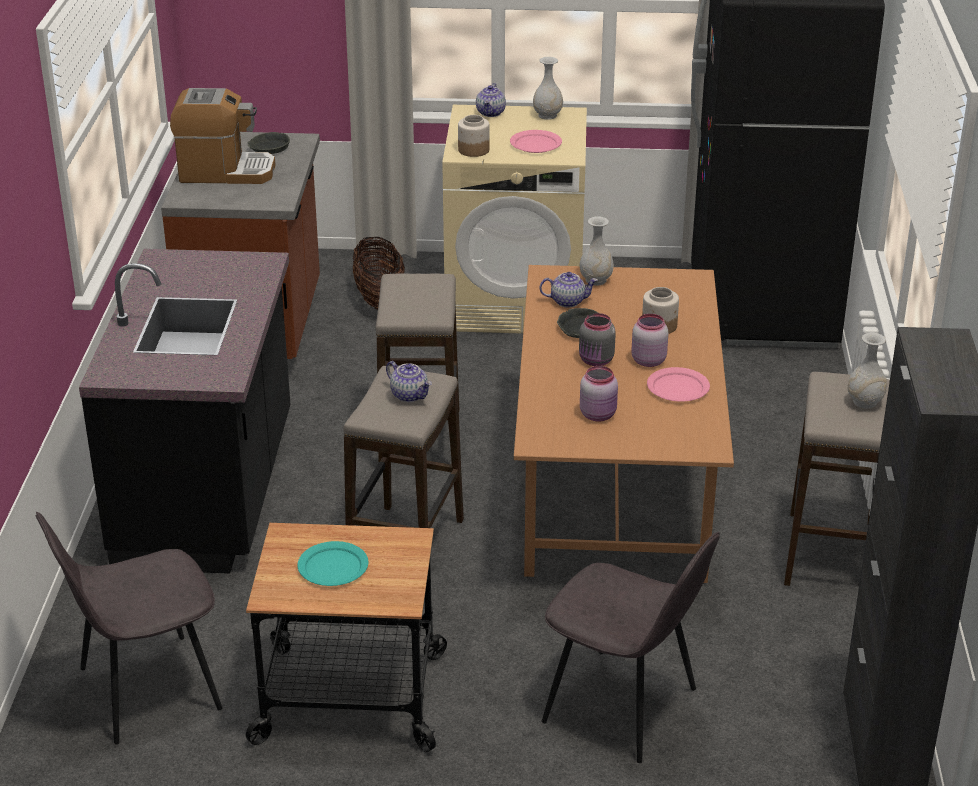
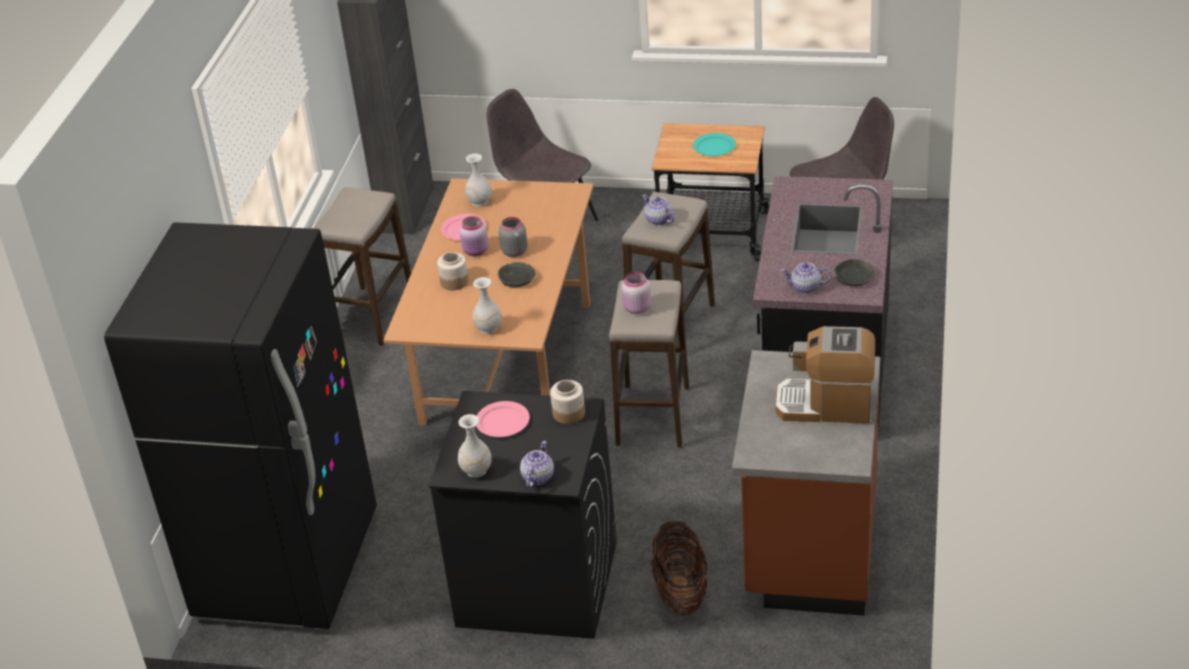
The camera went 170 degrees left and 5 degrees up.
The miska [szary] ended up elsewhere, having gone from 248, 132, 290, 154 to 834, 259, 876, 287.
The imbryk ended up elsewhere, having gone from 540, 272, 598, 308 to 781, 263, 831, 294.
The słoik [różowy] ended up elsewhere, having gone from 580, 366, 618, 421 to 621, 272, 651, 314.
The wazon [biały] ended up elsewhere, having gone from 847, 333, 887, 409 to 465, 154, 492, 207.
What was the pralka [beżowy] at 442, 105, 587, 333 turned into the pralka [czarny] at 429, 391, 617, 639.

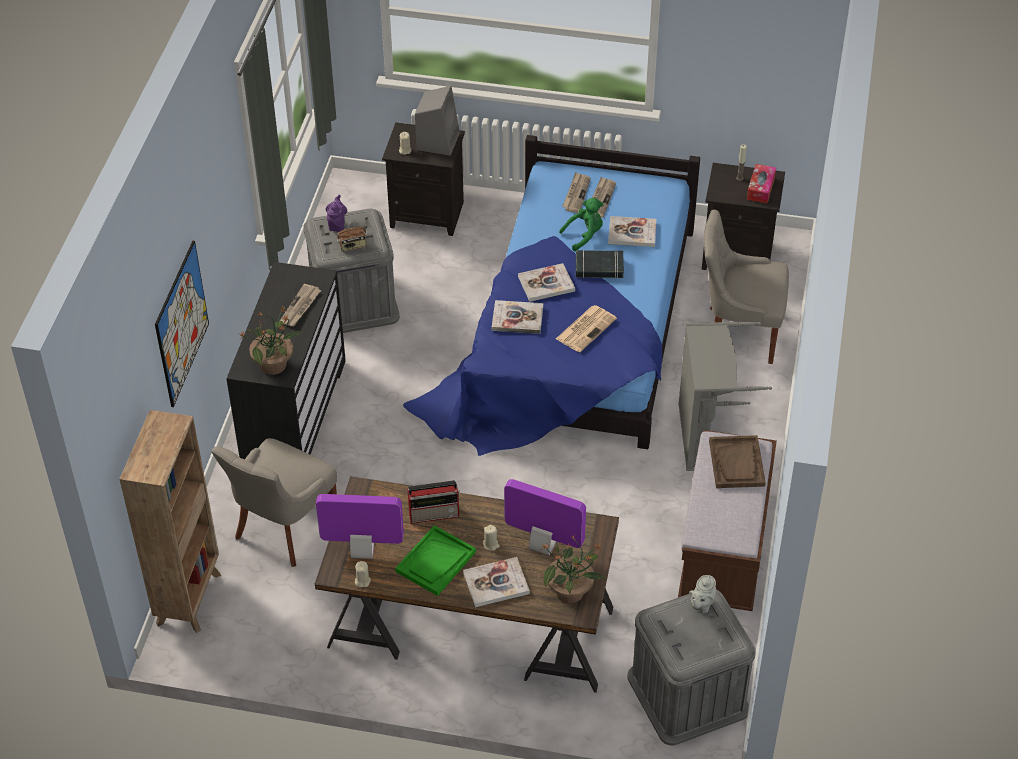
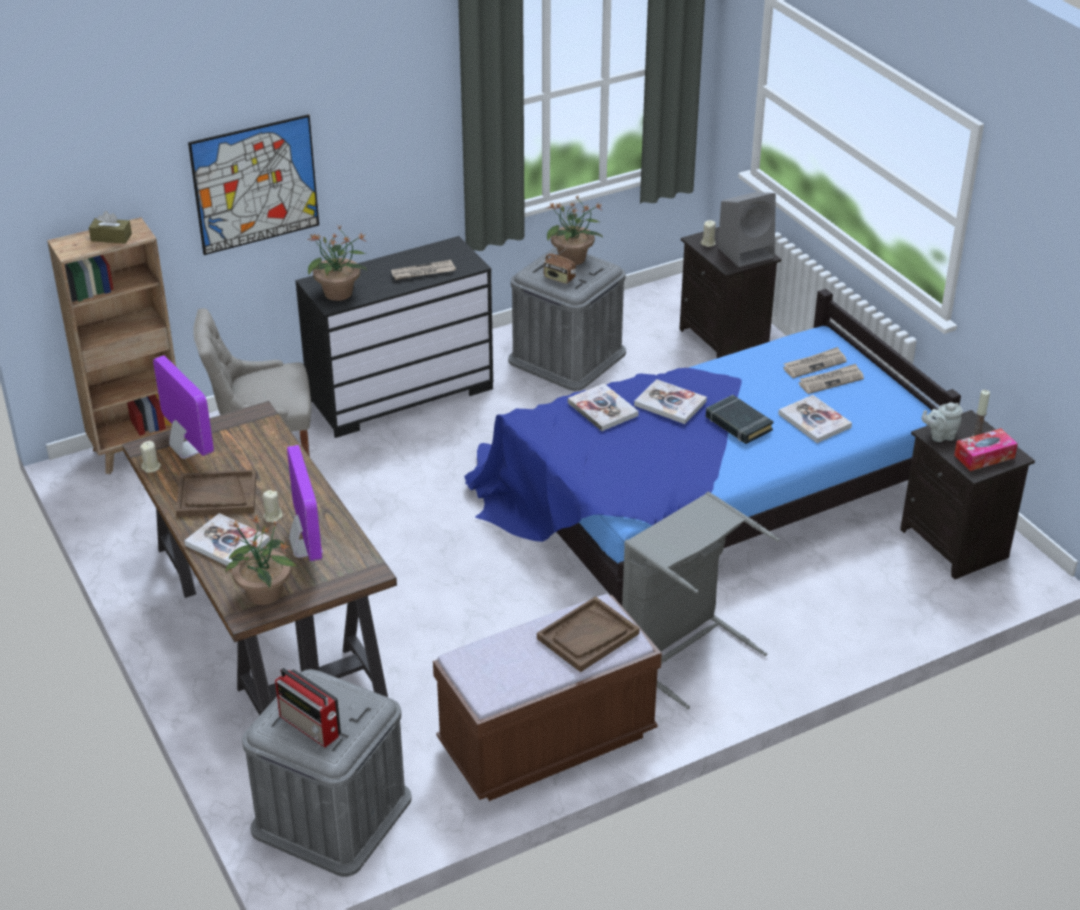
The camera went 50 degrees right and 10 degrees down.
The second view lost the gazeta at 556, 305, 617, 352.
The second view lost the pluszak [zielony] at 559, 198, 604, 251.
The second view lost the krzesło [szary] at 703, 210, 789, 364.
The second view gained the pudełko chusteczek [brązowy] at 89, 211, 132, 244.
The radio ended up elsewhere, having gone from 407, 480, 460, 524 to 275, 668, 341, 747.
The imbryk [szary] ended up elsewhere, having gone from 689, 575, 716, 614 to 922, 402, 963, 442.
Where the imbryk [fioletowy] stood at 326, 195, 347, 232, the roślina doniczkowa came to stand at 547, 195, 603, 265.
What was the taca [zielony] at 395, 525, 476, 596 turned into the taca [brązowy] at 176, 470, 257, 517.

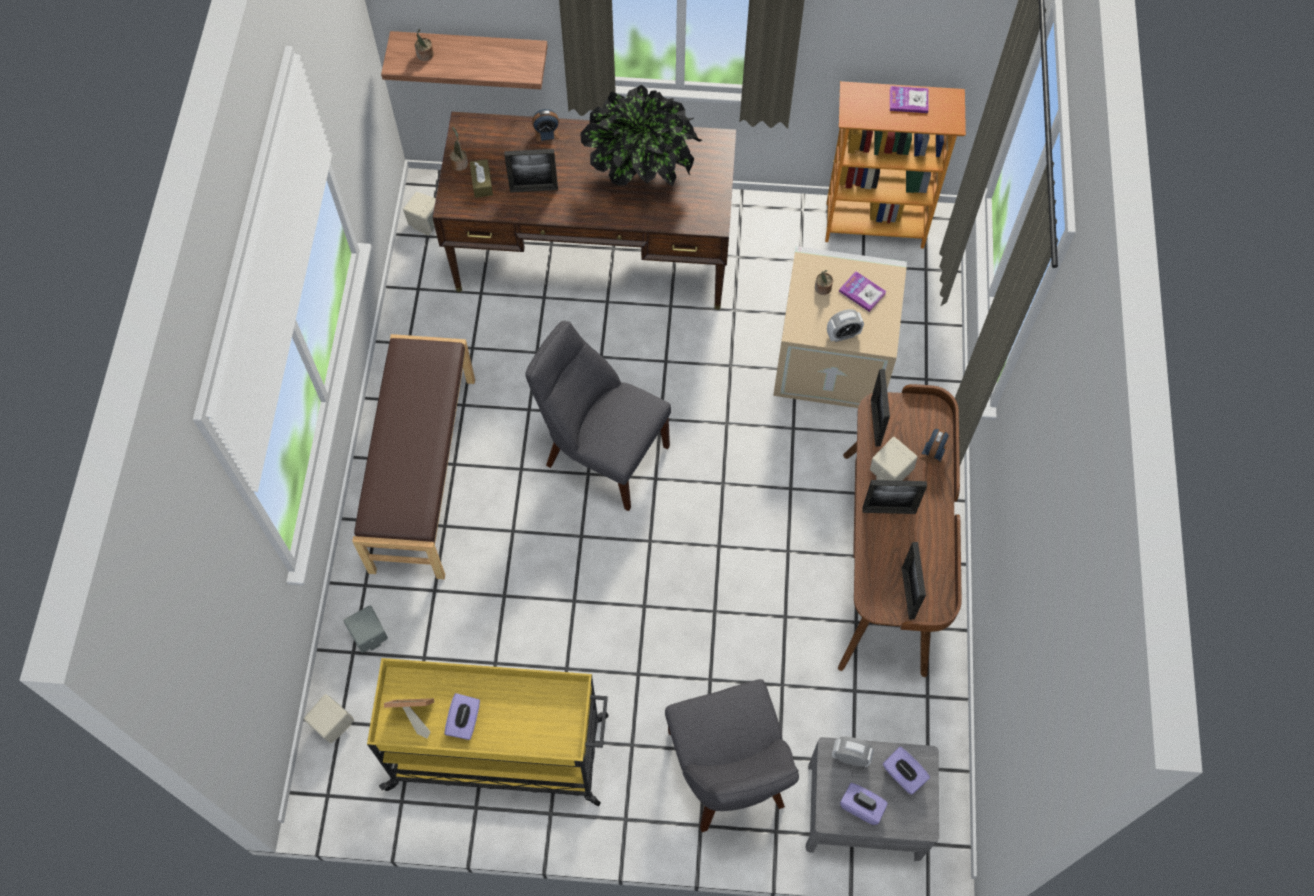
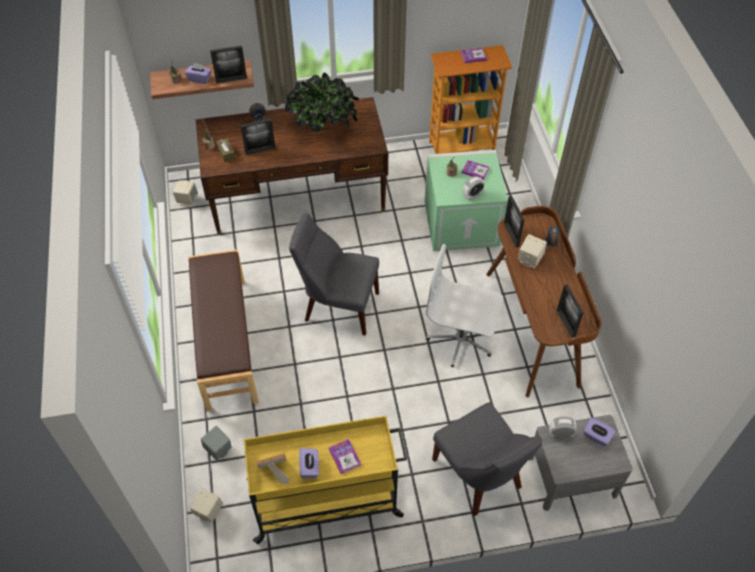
The camera went 15 degrees left and 10 degrees down.
The second view gained the książka at 329, 439, 361, 474.
The second view gained the krzesło biurowe [biały] at 426, 244, 504, 367.
The pudełko chusteczek [fioletowy] ended up elsewhere, having gone from 840, 783, 888, 825 to 185, 62, 211, 84.
The ramka na zdjęcie ended up elsewhere, having gone from 862, 480, 927, 514 to 210, 46, 247, 84.
What was the pojemnik do przechowywania [beżowy] at 773, 246, 907, 408 turned into the pojemnik do przechowywania [zielony] at 424, 150, 508, 251.

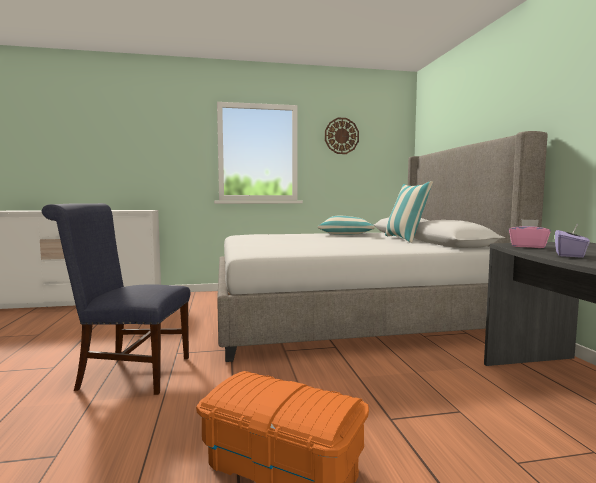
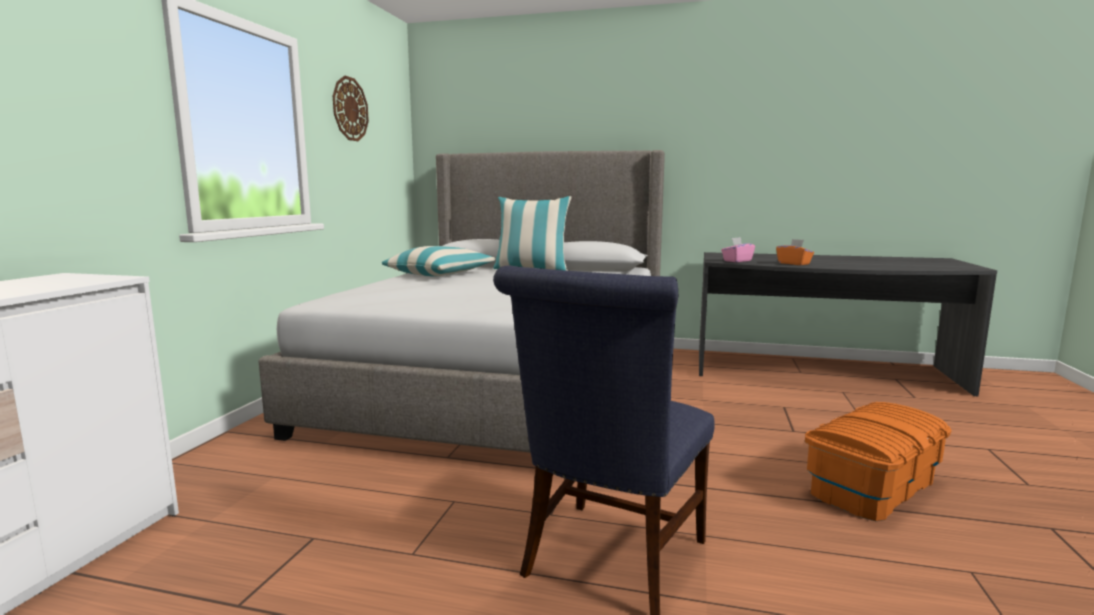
The camera went 65 degrees left and 5 degrees up.
What was the pudełko chusteczek [fioletowy] at 555, 223, 590, 258 turned into the pudełko chusteczek [pomarańczowy] at 776, 239, 814, 265.

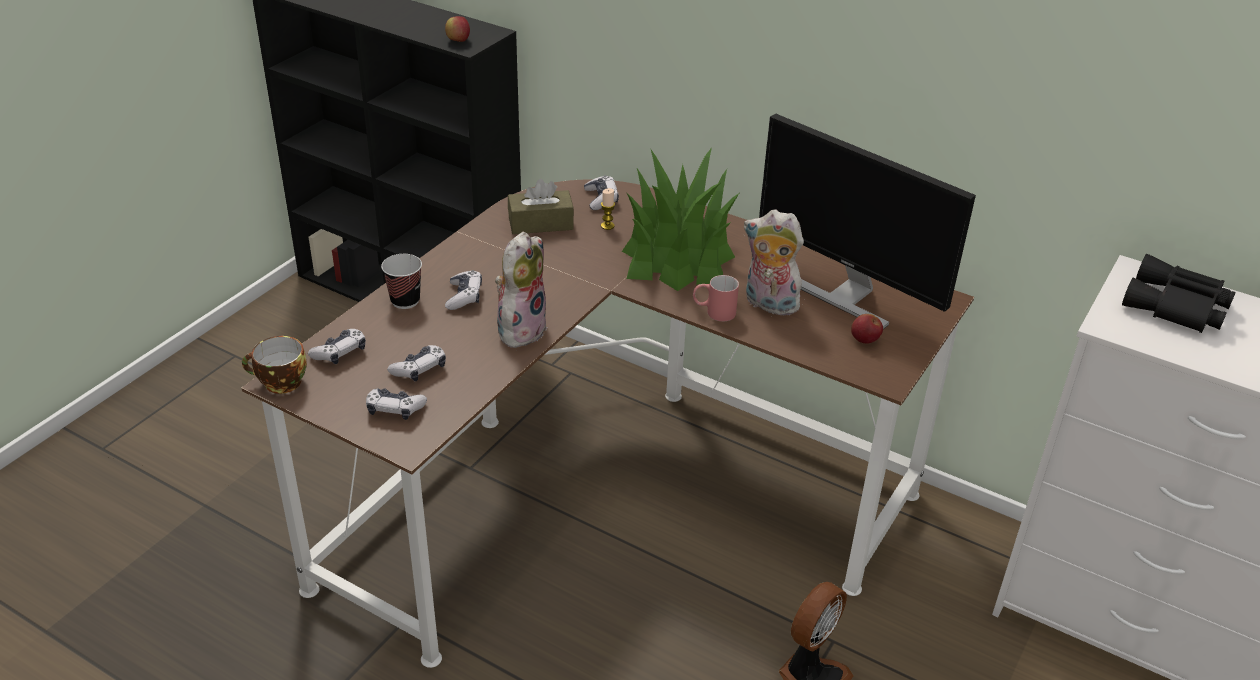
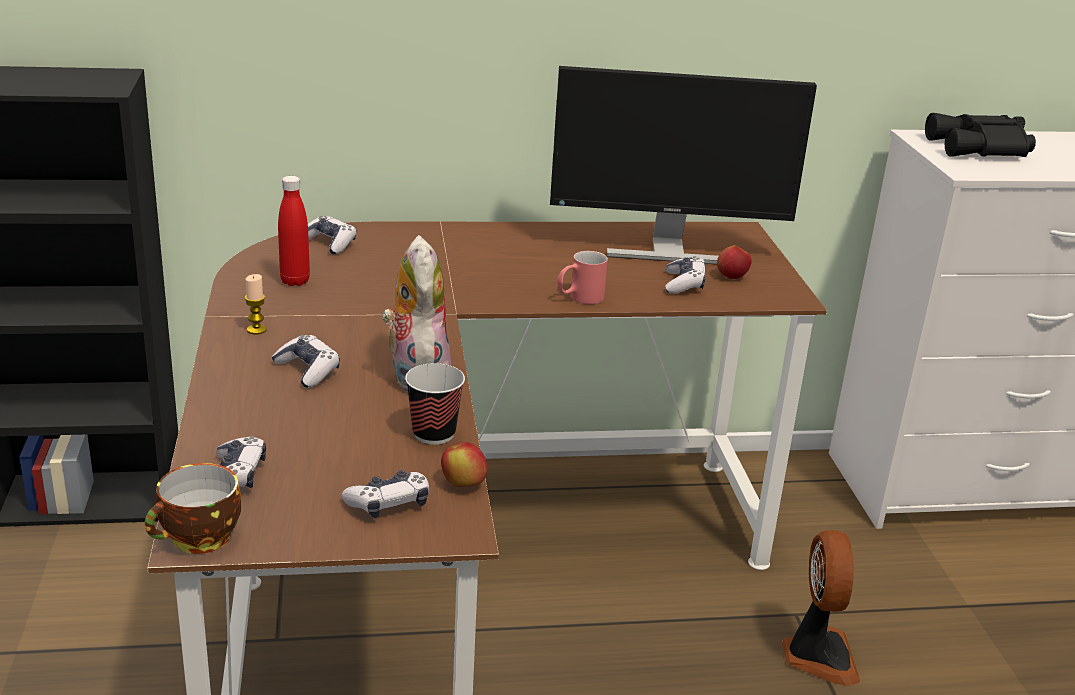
The camera went 40 degrees left and 10 degrees down.
The second view lost the roślina doniczkowa at 622, 147, 739, 291.
The second view lost the pluszak at 744, 209, 804, 315.
The filiżanka ended up elsewhere, having gone from 381, 254, 422, 309 to 405, 363, 465, 445.
The pad do gier ended up elsewhere, having gone from 387, 345, 446, 381 to 665, 256, 705, 294.
The jabłko ended up elsewhere, having gone from 445, 16, 470, 42 to 441, 442, 487, 487.
The świeca ended up elsewhere, having gone from 601, 188, 615, 230 to 245, 274, 267, 334.
Where the pudełko chusteczek [brązowy] stood at 508, 179, 574, 234, the butelka [czerwony] came to stand at 278, 176, 310, 286.

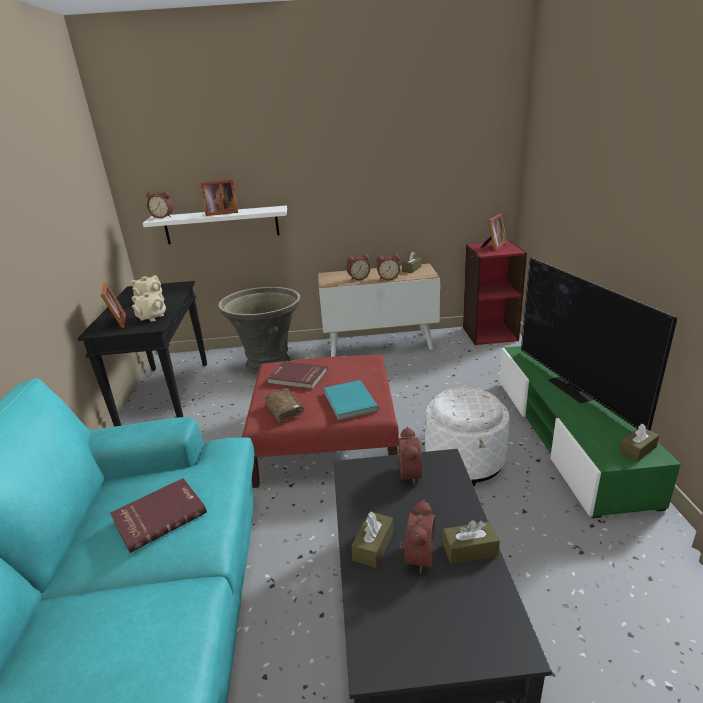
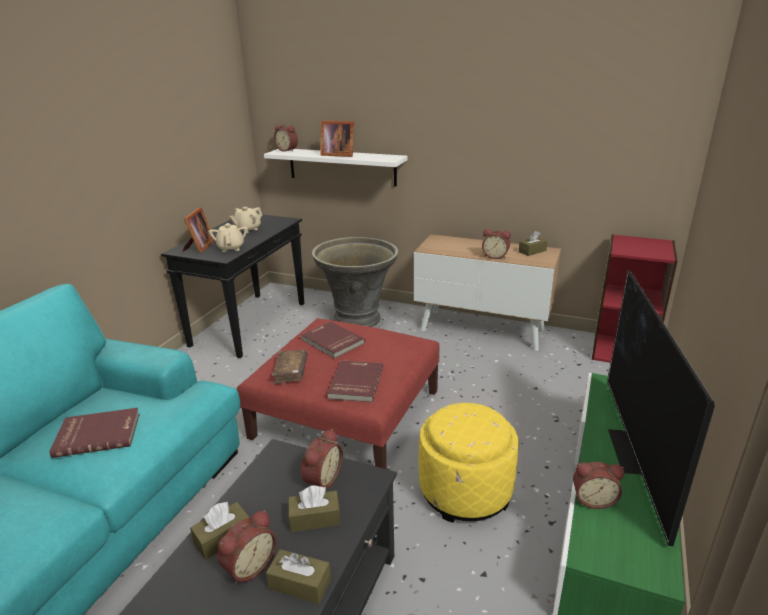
The camera went 25 degrees right and 0 degrees up.
The second view lost the ramka na zdjęcie at 481, 214, 507, 250.
The budzik ended up elsewhere, having gone from 346, 254, 370, 281 to 573, 462, 624, 509.
The pudełko chusteczek [brązowy] ended up elsewhere, having gone from 619, 424, 659, 462 to 288, 485, 340, 532.
What was the książka [turkusowy] at 324, 380, 379, 421 turned into the książka [czerwony] at 327, 360, 383, 403.
What was the pufa [biały] at 425, 387, 509, 486 turned into the pufa [żółty] at 419, 403, 519, 523.
The imbryk [beżowy] at 132, 291, 166, 322 ended up facing another way, 120 degrees clockwise from before.

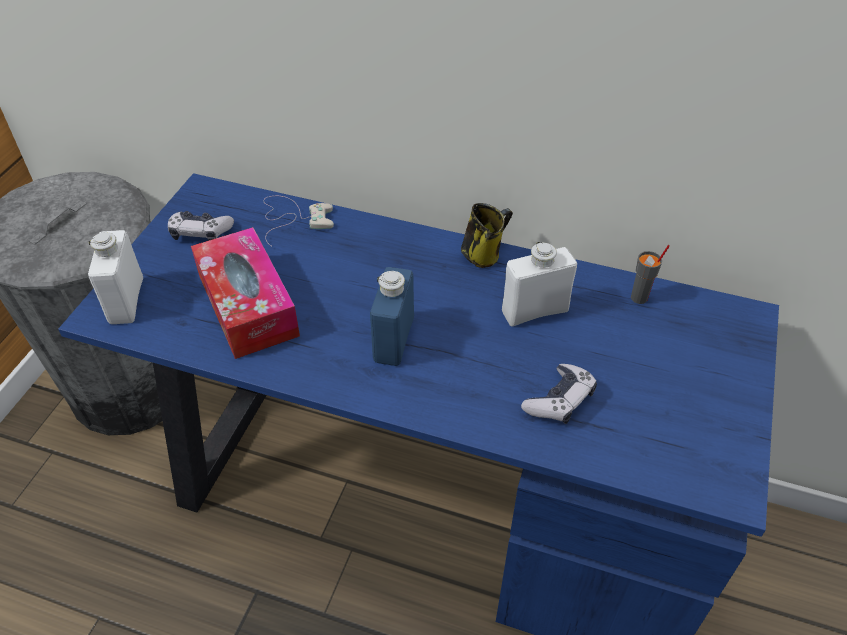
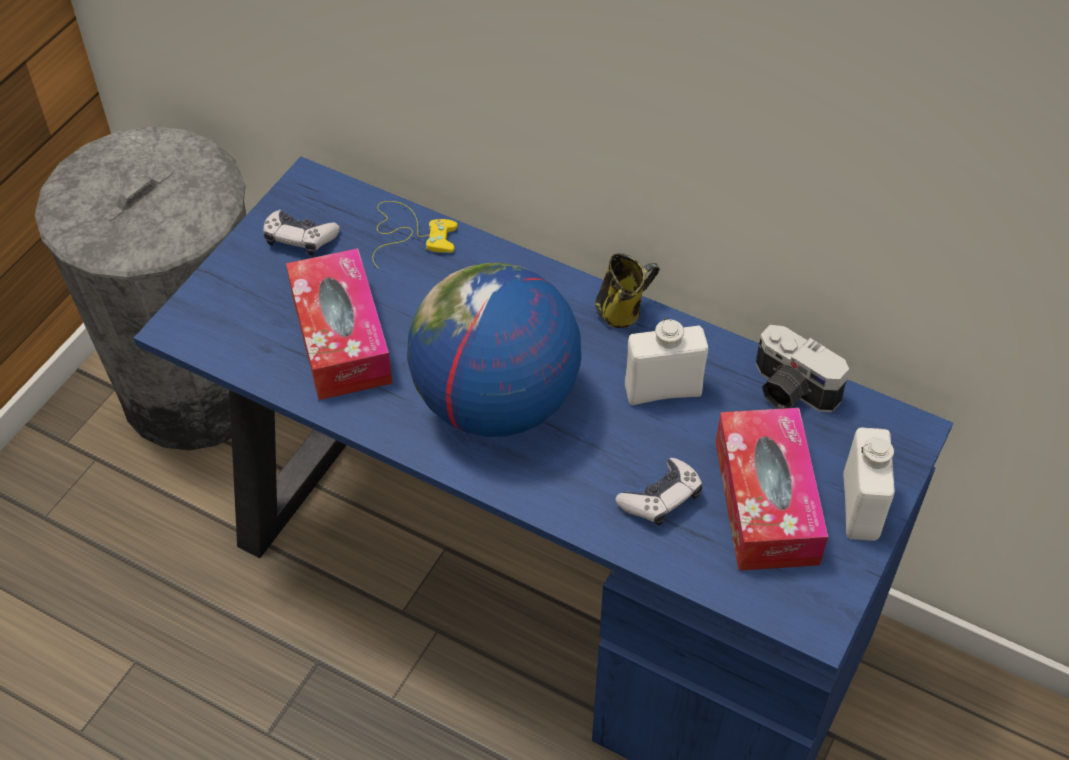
The camera went 10 degrees right and 5 degrees up.
The second view gained the pudełko chusteczek at 716, 408, 828, 571.
The butelka [biały] ended up elsewhere, having gone from 88, 230, 143, 324 to 843, 428, 895, 541.
Where the butelka [niebieski] stood at 370, 267, 414, 366, the globus came to stand at 407, 263, 581, 437.
Where the filiżanka [szary] stood at 631, 245, 670, 304, the aparat fotograficzny came to stand at 756, 325, 849, 412.
What was the pad do gier [biały] at 264, 196, 334, 246 turned into the pad do gier [żółty] at 373, 201, 457, 268.

